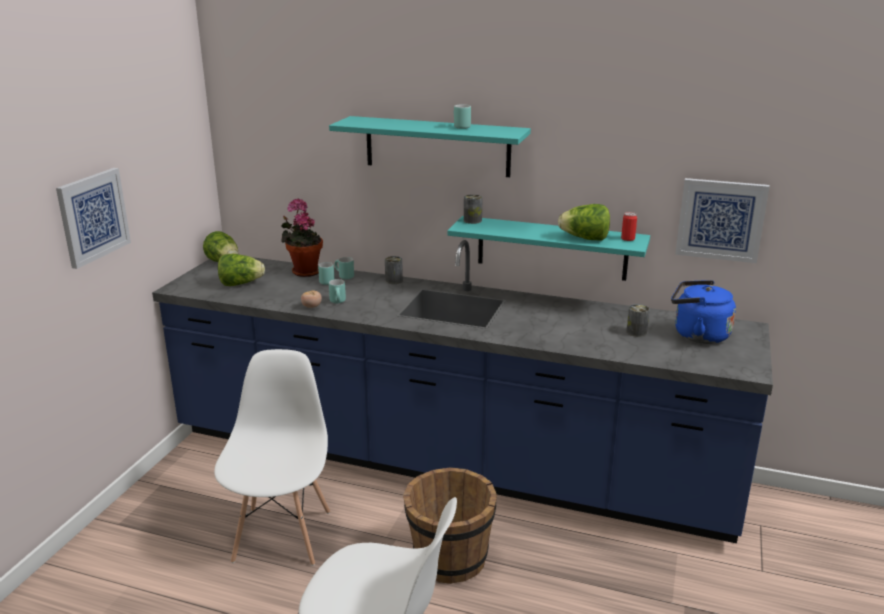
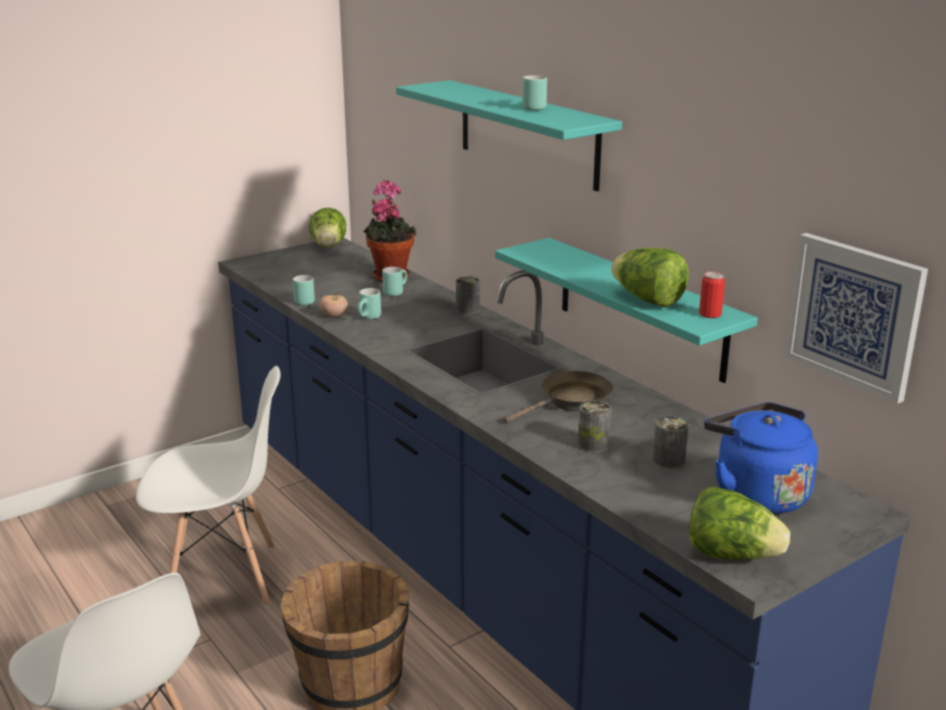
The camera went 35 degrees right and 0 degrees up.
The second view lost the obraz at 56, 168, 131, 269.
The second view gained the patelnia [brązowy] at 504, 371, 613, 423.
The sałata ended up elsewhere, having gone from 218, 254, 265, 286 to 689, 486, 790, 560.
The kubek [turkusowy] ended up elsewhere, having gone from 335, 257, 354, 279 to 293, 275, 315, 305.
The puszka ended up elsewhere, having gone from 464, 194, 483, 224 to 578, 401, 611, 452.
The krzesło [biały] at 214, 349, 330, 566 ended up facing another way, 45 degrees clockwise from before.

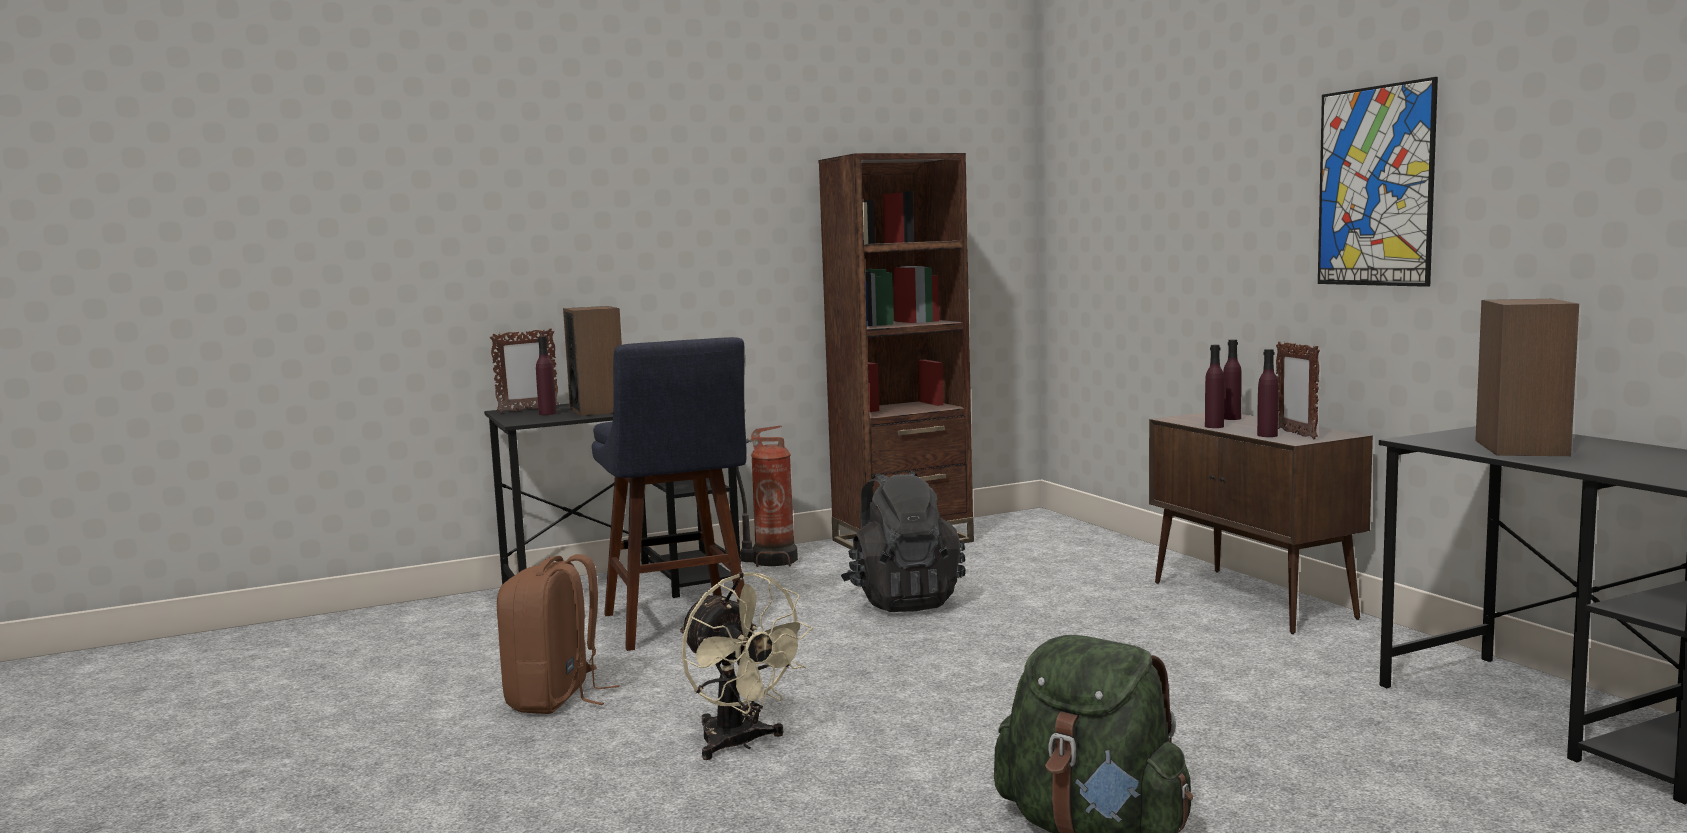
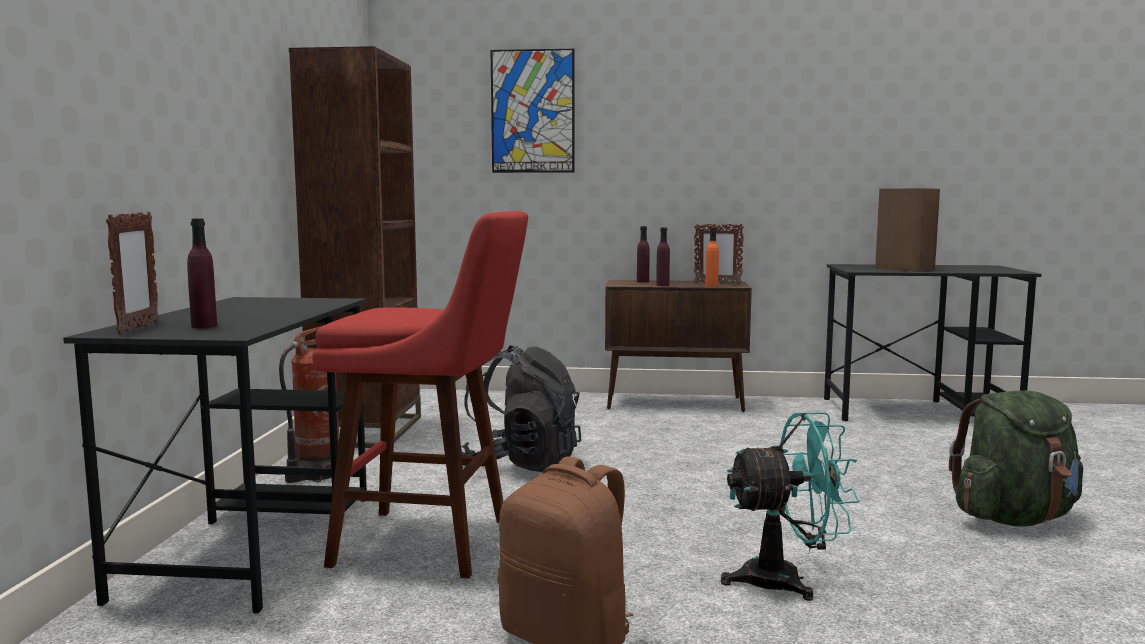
The camera went 60 degrees left and 0 degrees up.
The second view lost the głośnik at 563, 306, 622, 416.
The obraz ended up elsewhere, having gone from 1318, 77, 1438, 287 to 491, 49, 574, 173.
What was the stołek [niebieski] at 592, 337, 754, 651 turned into the stołek [czerwony] at 312, 211, 528, 579.
What was the wentylator [beżowy] at 679, 572, 813, 760 turned into the wentylator [turkusowy] at 721, 412, 859, 601.
What was the butelka [fioletowy] at 1257, 349, 1278, 437 turned into the butelka [pomarańczowy] at 705, 228, 719, 287.

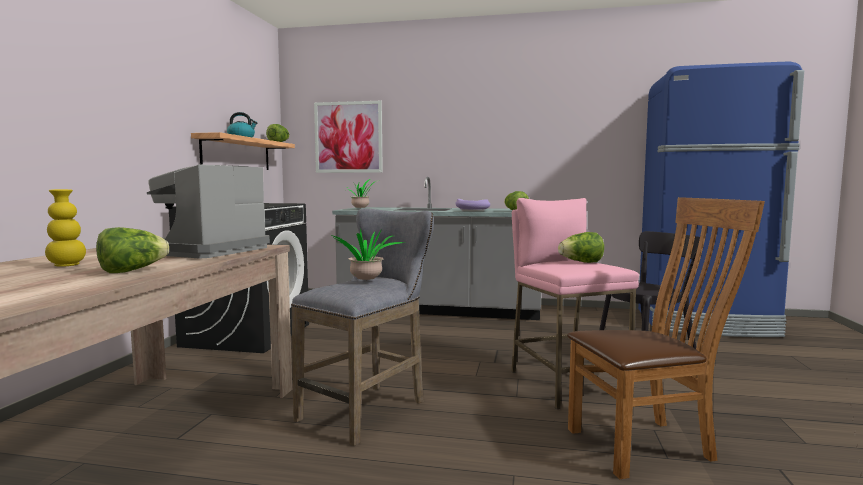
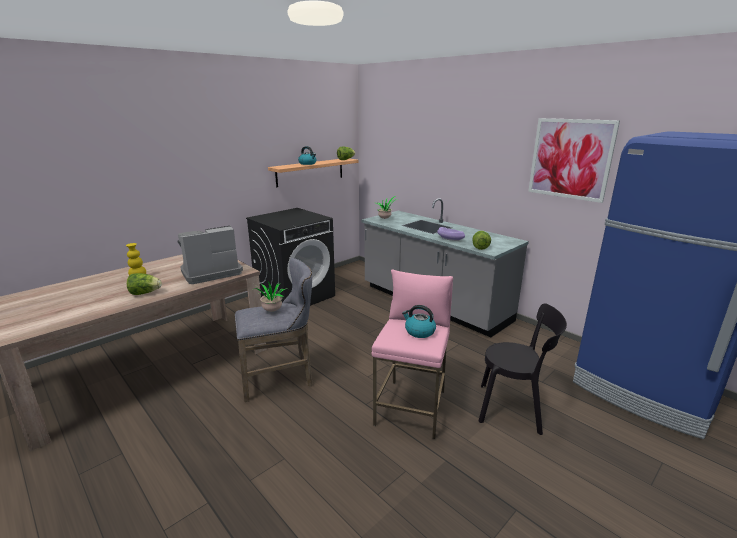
The camera went 35 degrees right and 15 degrees up.
The second view lost the krzesło [brązowy] at 567, 197, 765, 479.
The obraz ended up elsewhere, having gone from 314, 101, 383, 173 to 528, 118, 620, 203.
Where the sałata stood at 558, 232, 604, 263, the czajnik came to stand at 402, 305, 436, 338.

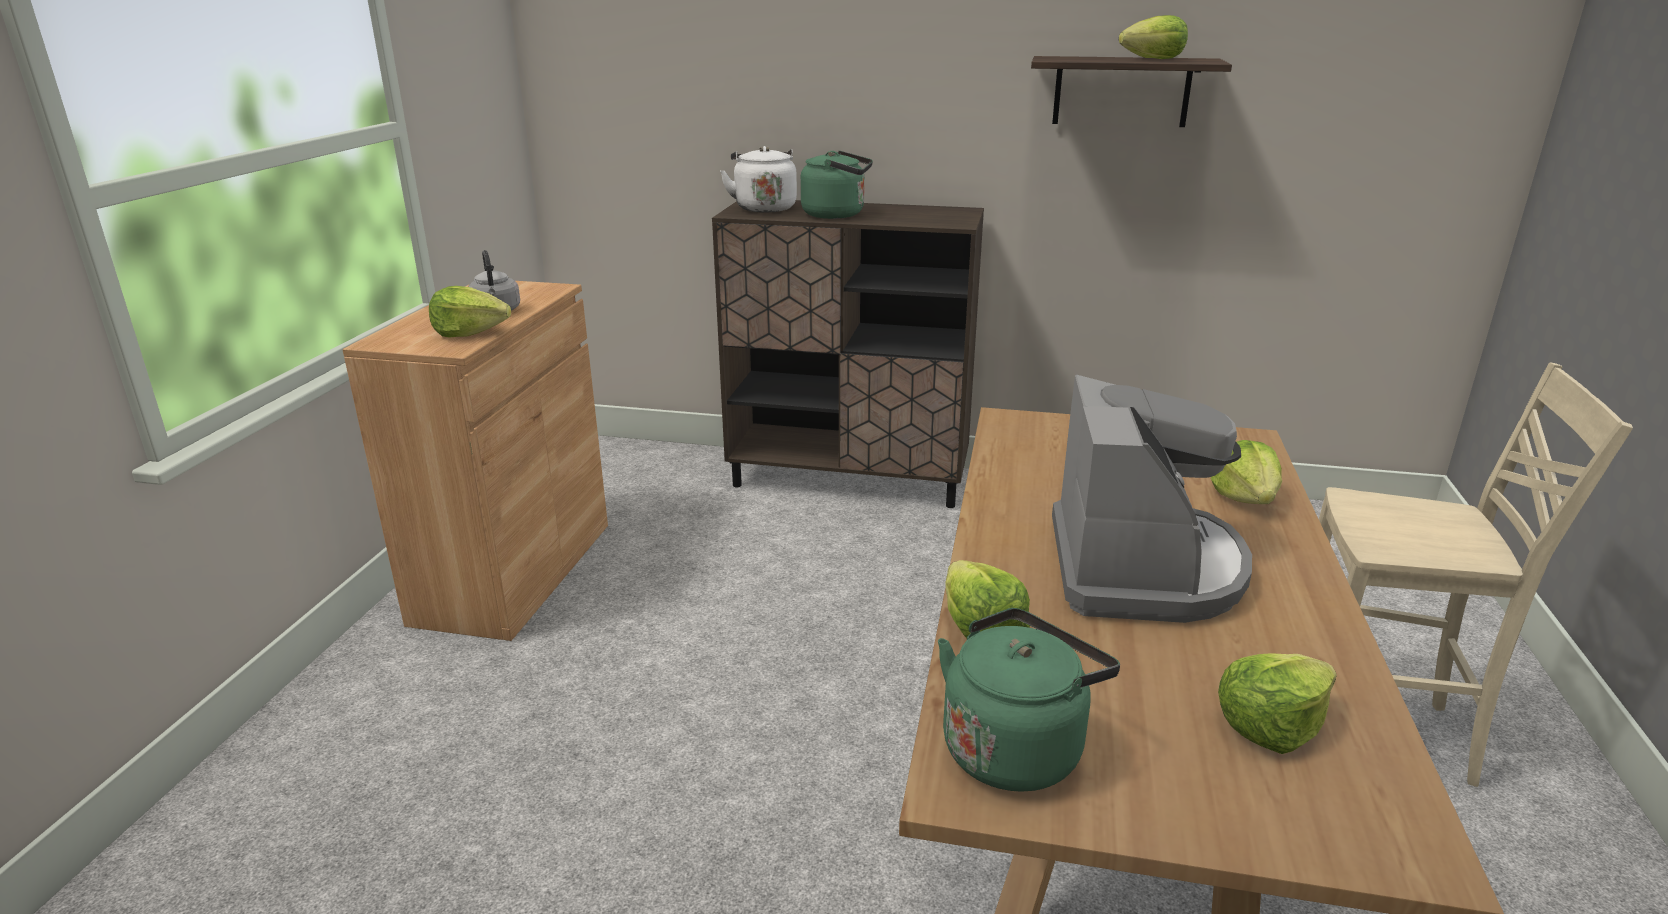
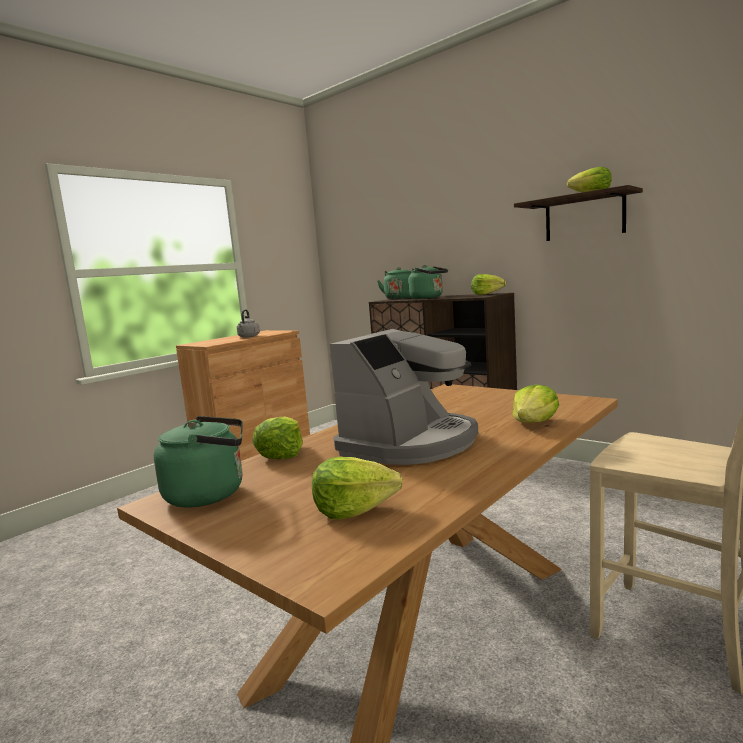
The camera went 30 degrees right and 15 degrees down.
The sałata ended up elsewhere, having gone from 429, 286, 511, 337 to 471, 274, 506, 295.
What was the czajnik [biały] at 720, 146, 797, 212 turned into the czajnik [zielony] at 377, 267, 414, 300.

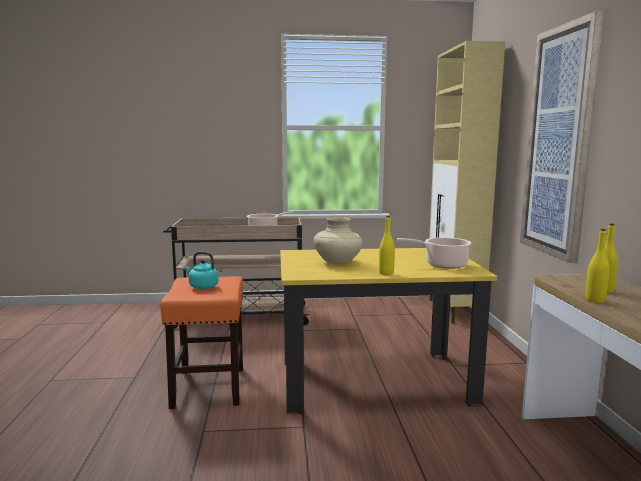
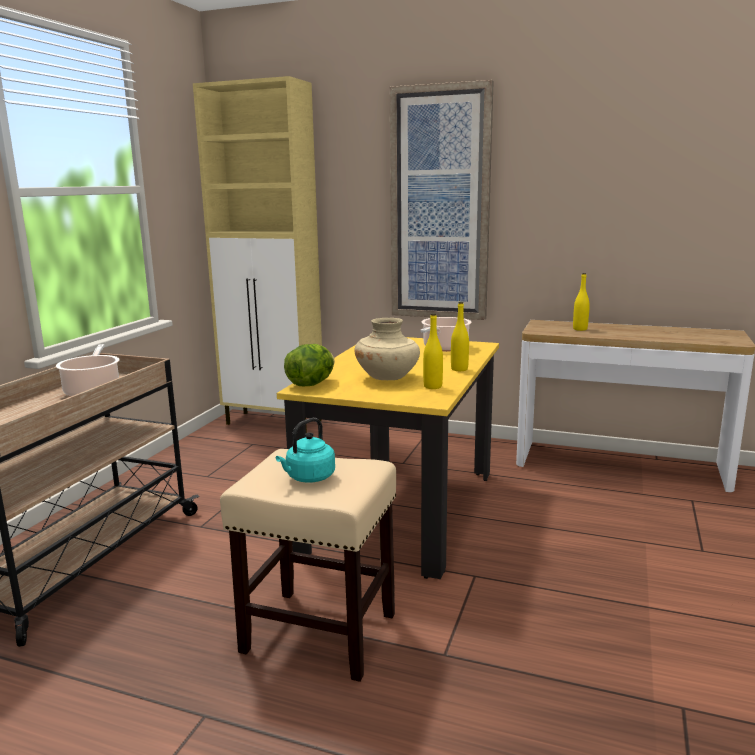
The camera went 65 degrees left and 5 degrees up.
The second view gained the sałata at 284, 344, 335, 386.
The butelka [żółty] ended up elsewhere, having gone from 585, 229, 610, 303 to 423, 313, 443, 389.
What was the stołek [pomarańczowy] at 160, 276, 243, 409 turned into the stołek [beżowy] at 220, 449, 396, 682.

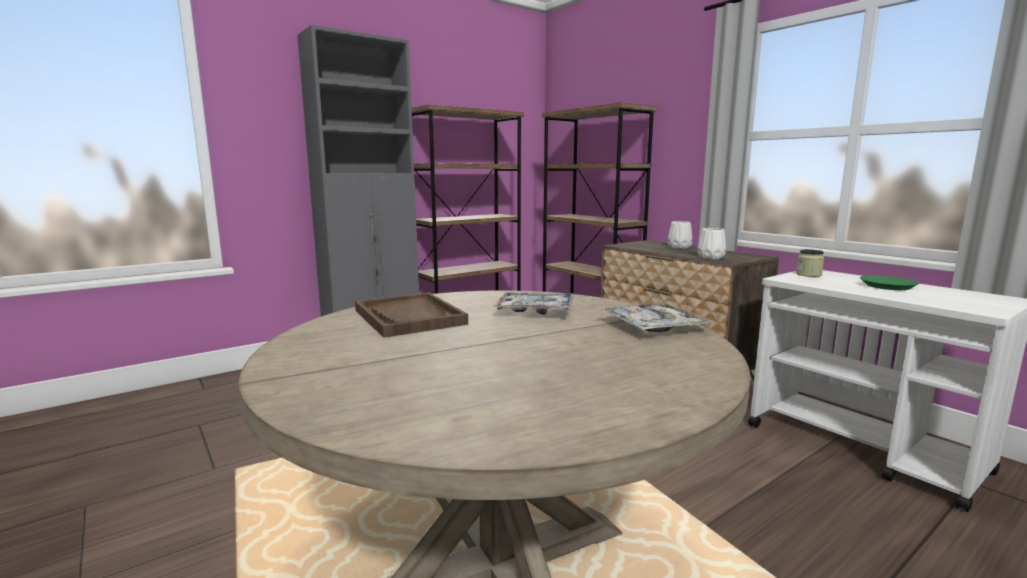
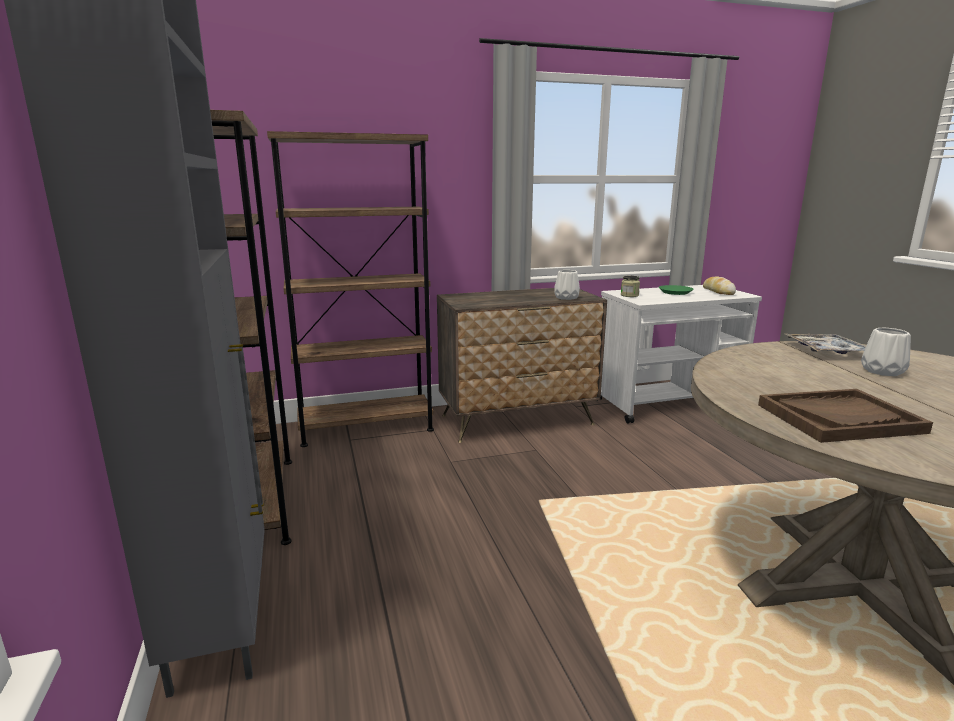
The camera went 70 degrees left and 5 degrees up.
The second view lost the taca at 492, 292, 574, 315.
The second view gained the chleb at 703, 276, 736, 295.
The wazon [biały] ended up elsewhere, having gone from 667, 221, 692, 249 to 861, 328, 911, 376.

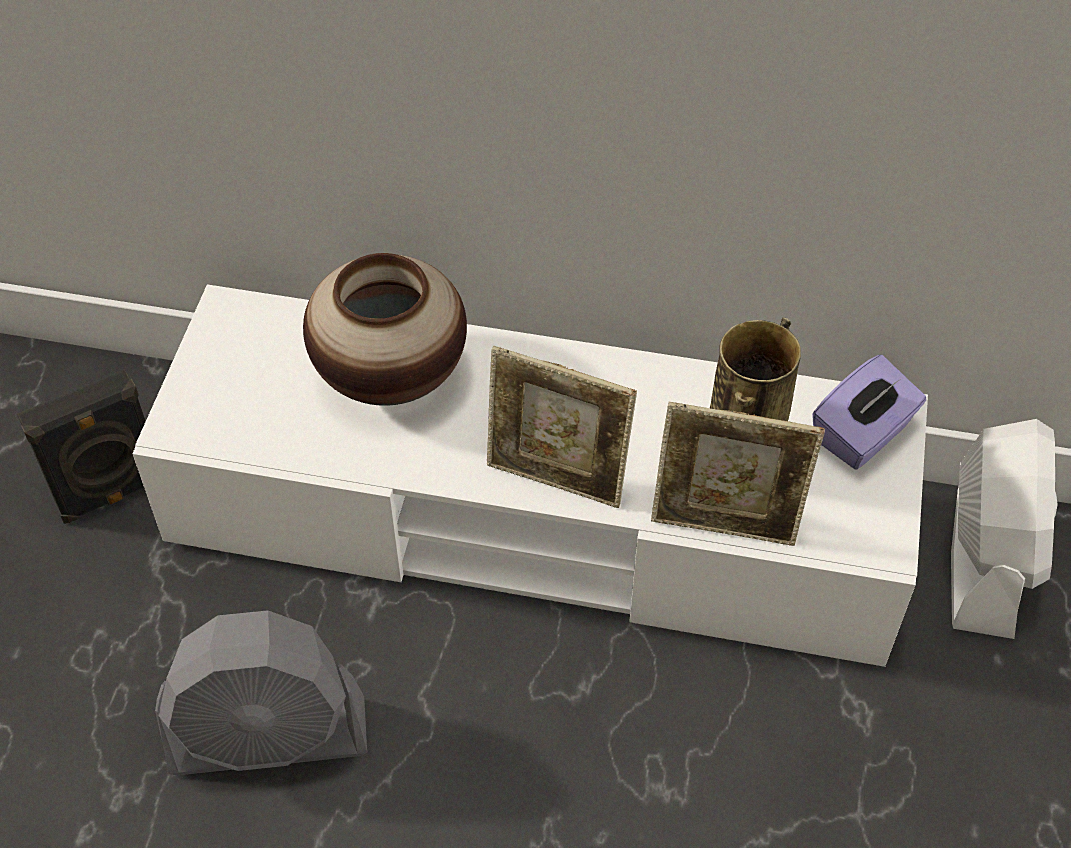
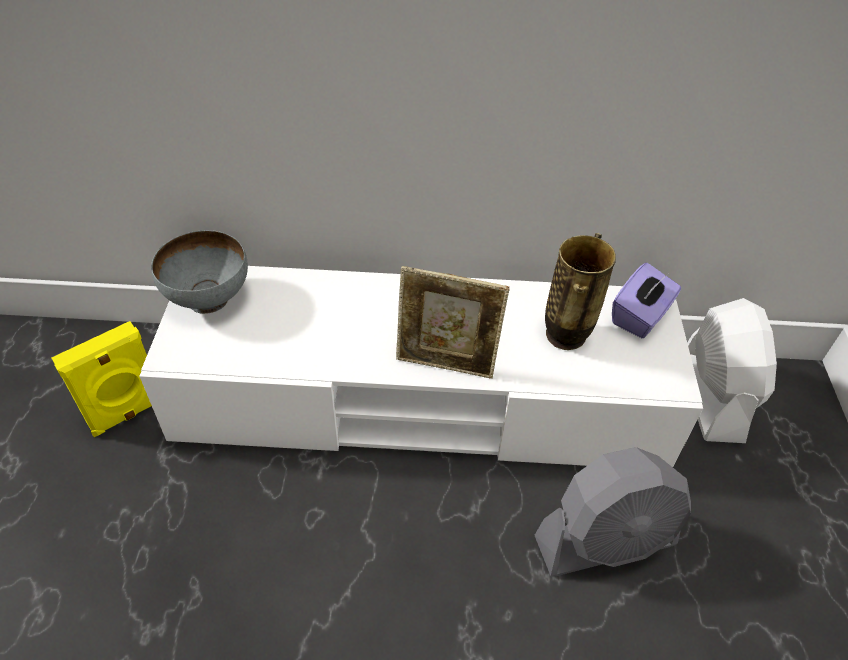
The camera went 10 degrees left and 5 degrees down.
The second view lost the wazon at 303, 253, 467, 406.
The second view lost the ramka na zdjęcie at 651, 402, 825, 546.
The second view gained the miska [szary] at 151, 230, 248, 314.
The wentylator [szary] ended up elsewhere, having gone from 155, 610, 367, 775 to 534, 447, 691, 577.
What was the głośnik [czarny] at 17, 369, 146, 524 turned into the głośnik [żółty] at 52, 321, 152, 437.

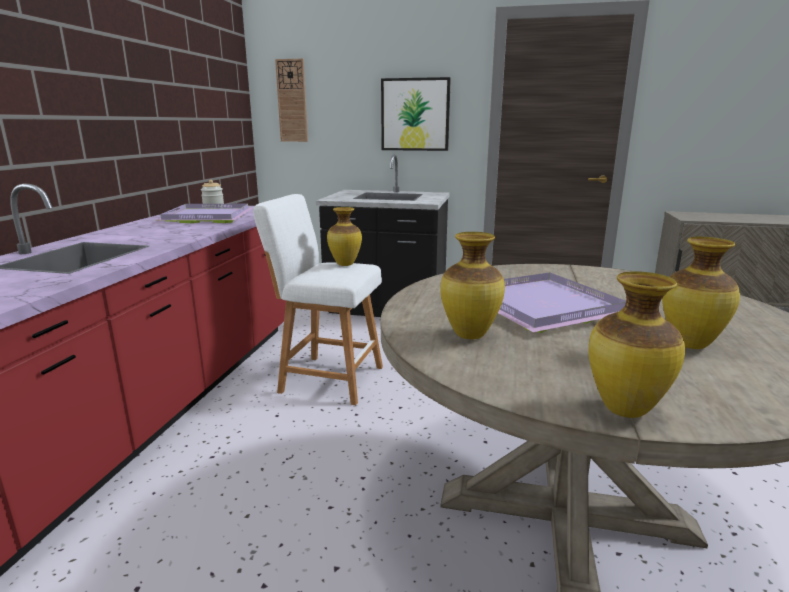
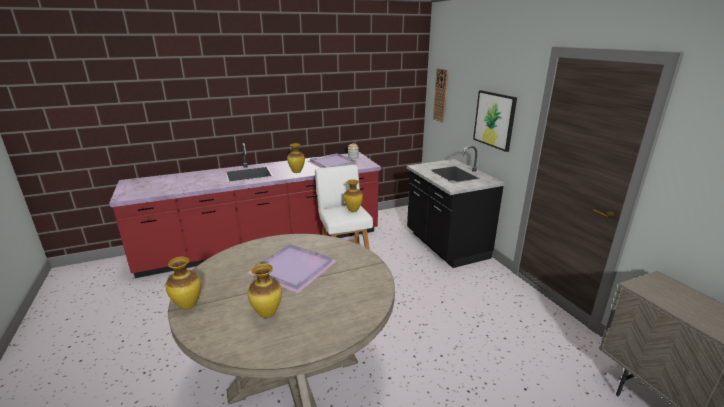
The camera went 55 degrees right and 5 degrees up.
The wazon ended up elsewhere, having gone from 440, 232, 505, 339 to 287, 143, 305, 173.

